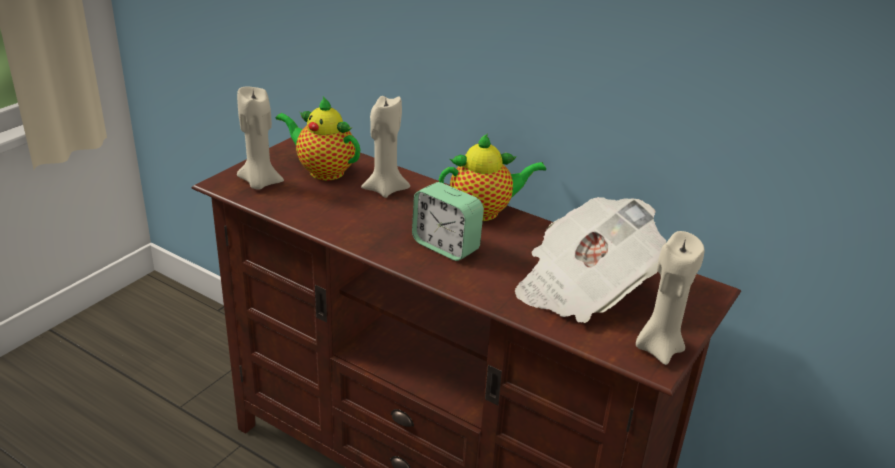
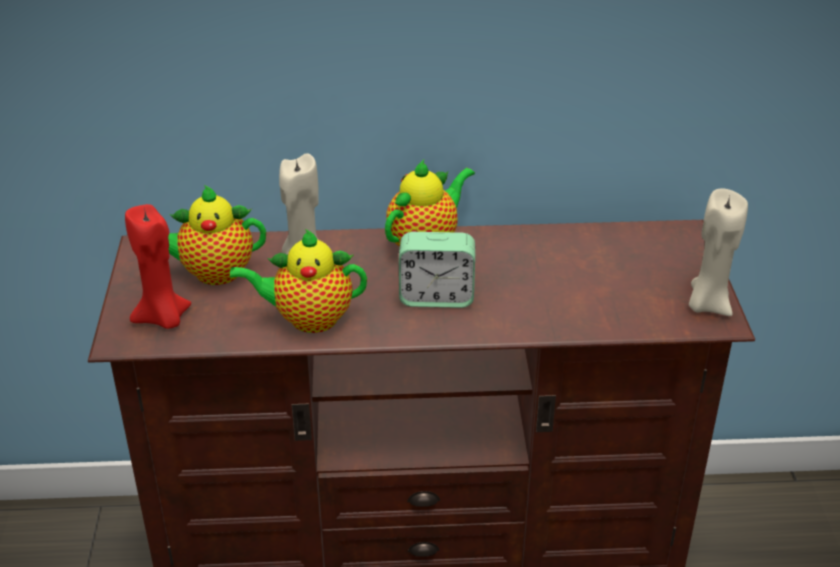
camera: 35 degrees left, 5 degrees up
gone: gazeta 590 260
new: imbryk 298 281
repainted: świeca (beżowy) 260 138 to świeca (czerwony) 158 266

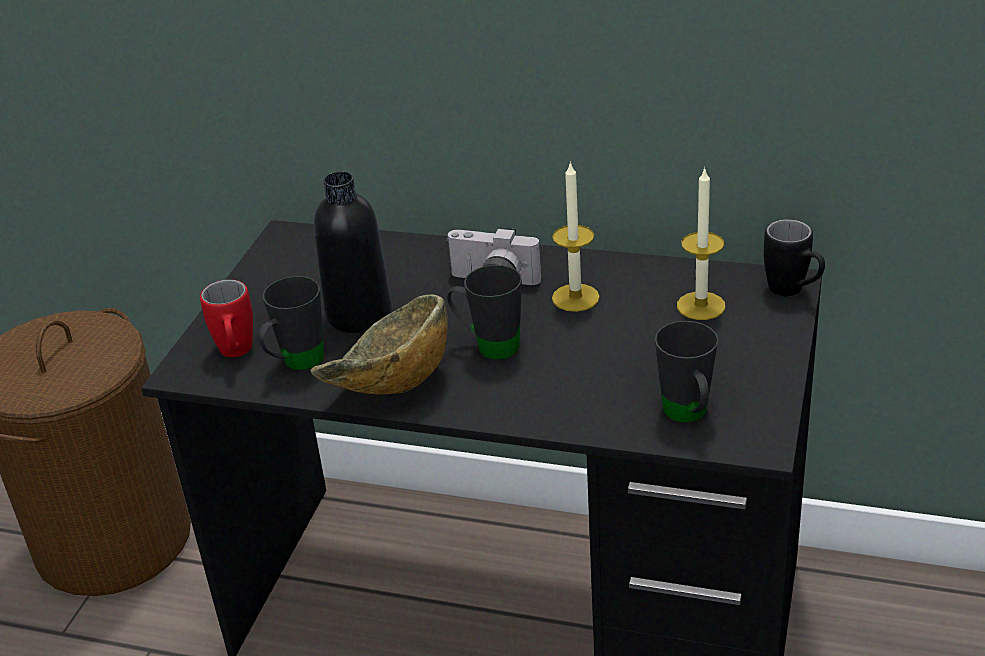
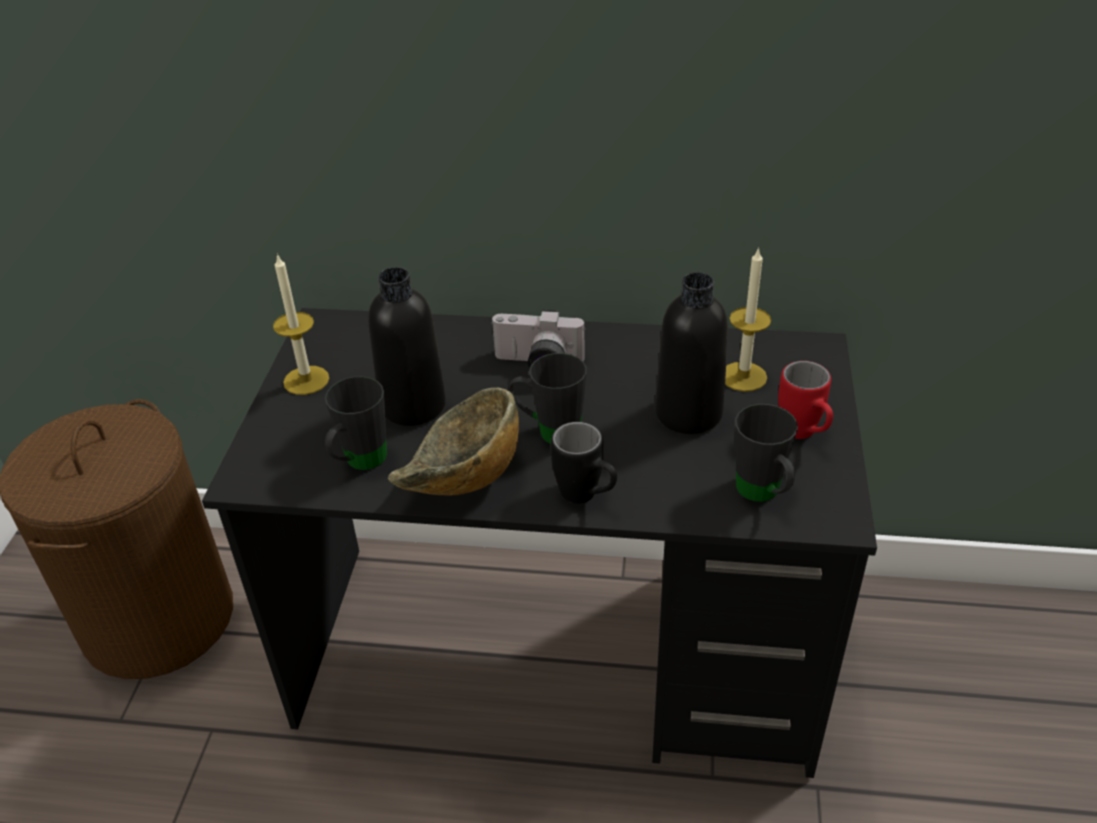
camera: 10 degrees left, 5 degrees up
new: butelka (czarny) 691 353
shifted: świeca 576 236 to 301 324; kubek (czarny) 794 257 to 584 463; kubek (czerwony) 226 318 to 805 400

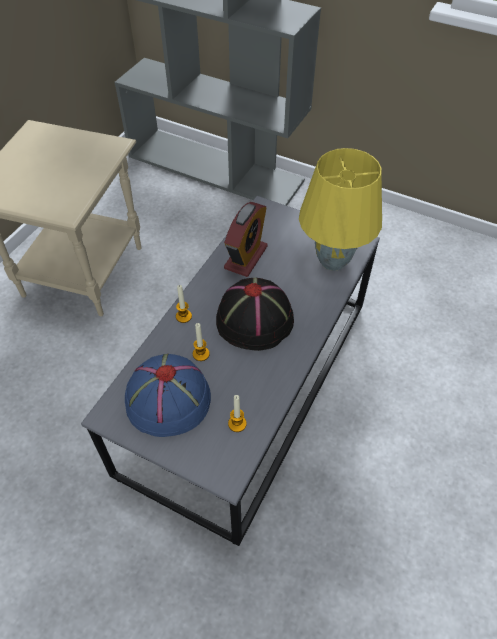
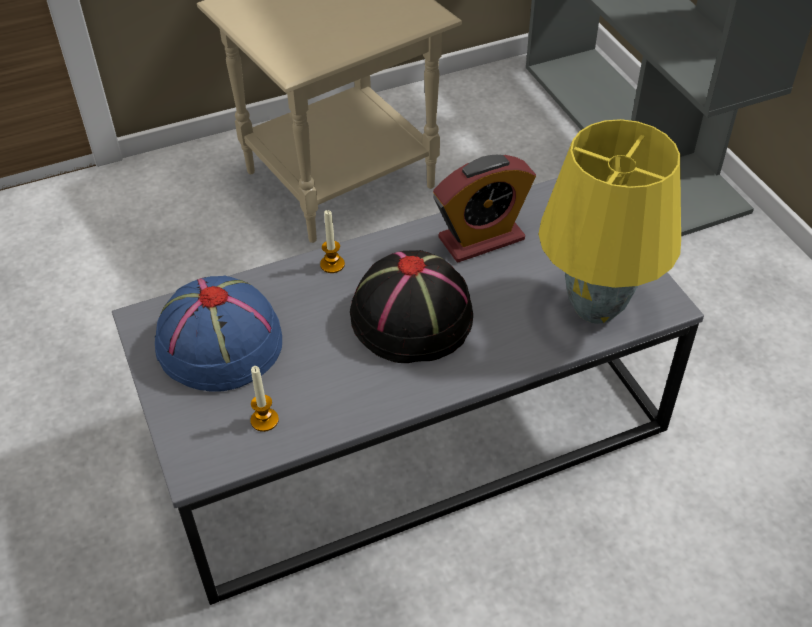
camera: 40 degrees right, 5 degrees down
gone: świeca 201 342

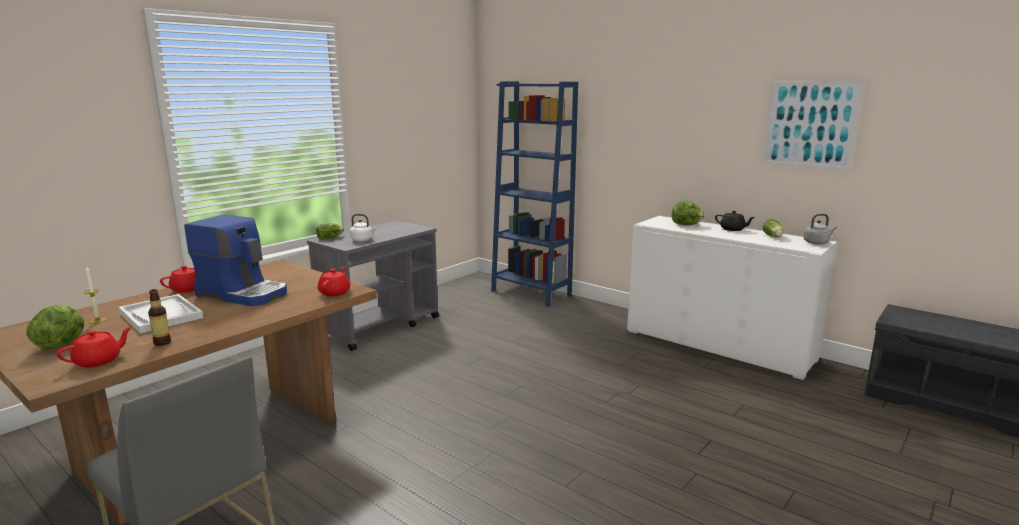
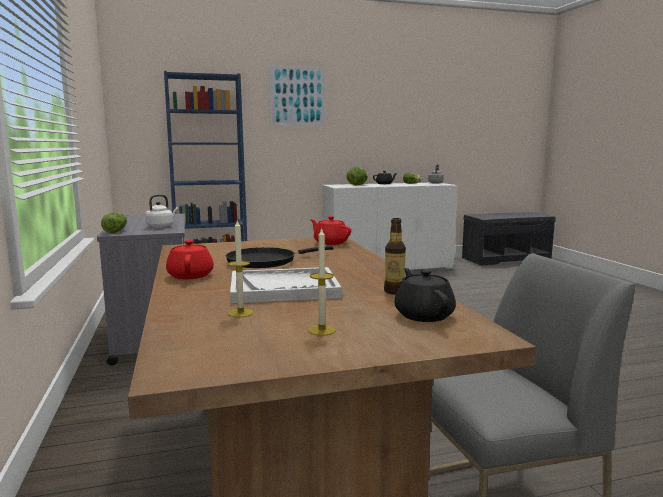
camera: 55 degrees left, 5 degrees down
shifted: obraz 813 125 to 297 95
swapped: ekspres do kawy 235 260 to patelnia (czarny) 280 257; sałata 55 327 to świeca 322 281
repainted: imbryk (czerwony) 94 347 to imbryk (czarny) 425 295

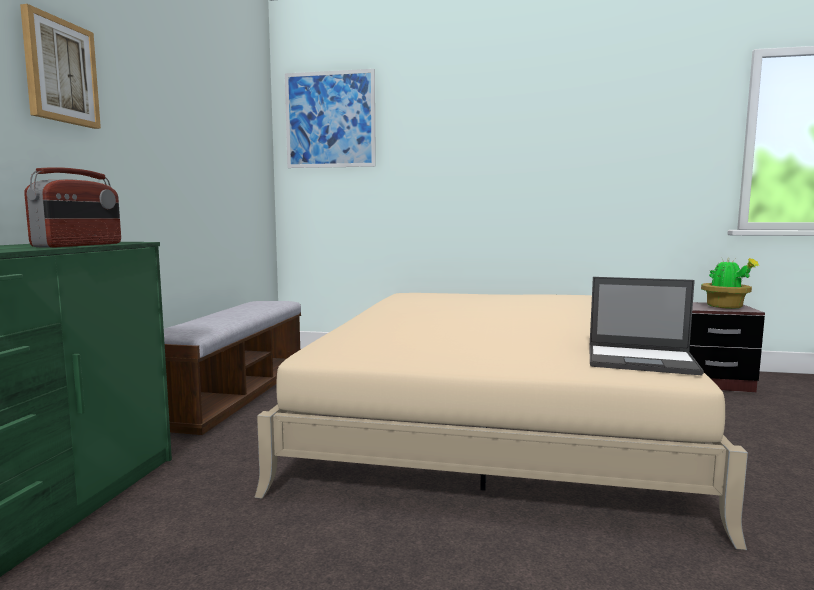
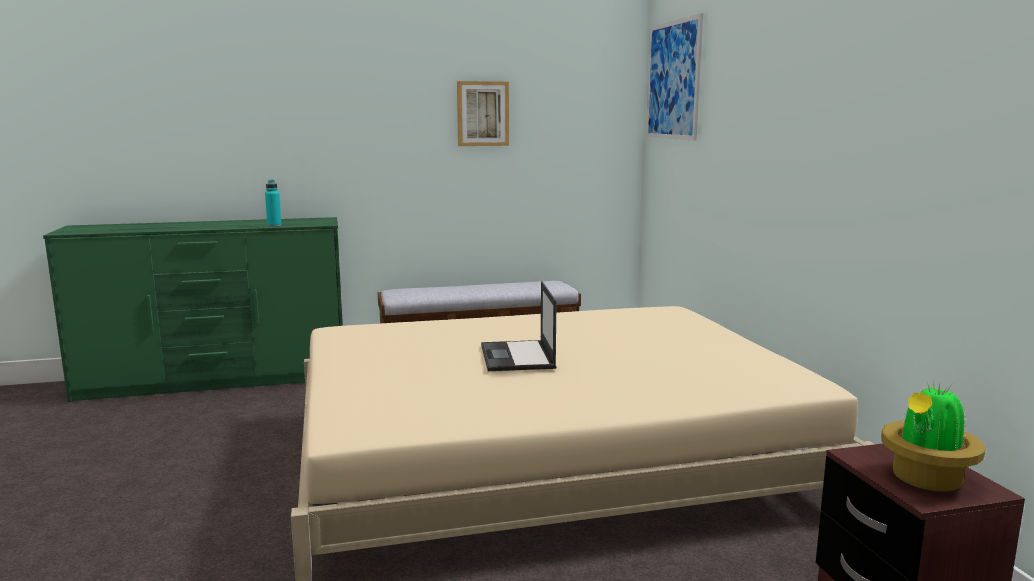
camera: 65 degrees right, 5 degrees up
shifted: obraz 60 66 to 483 113; laptop 646 326 to 519 326
swapped: radio 72 207 to butelka (turkusowy) 273 203

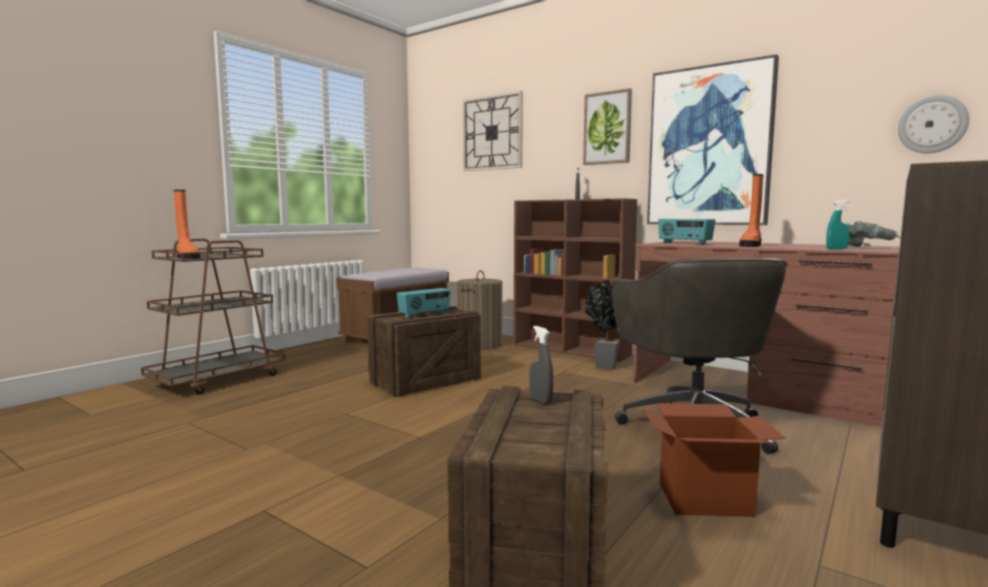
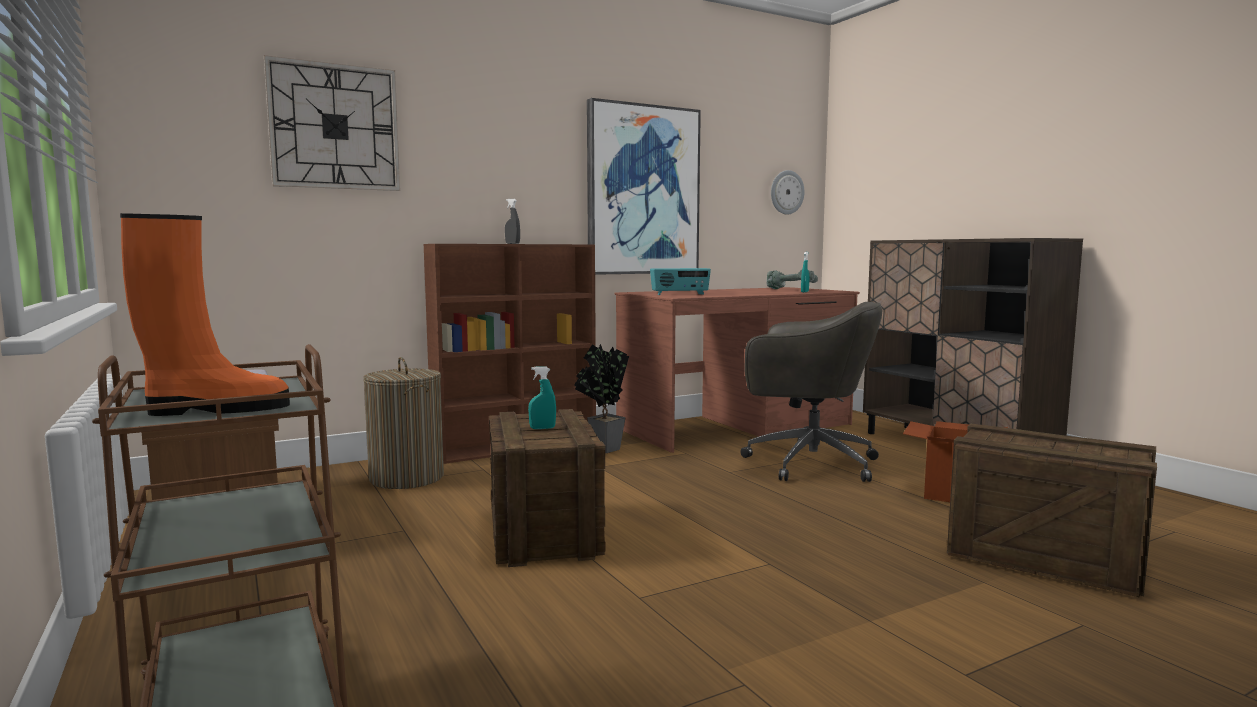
camera: 65 degrees left, 0 degrees up
gone: obraz 607 126; but z cholewką (pomarańczowy) 751 210; spryskiwacz (szary) 541 365
swapped: radio 424 303 to spryskiwacz (turkusowy) 542 397

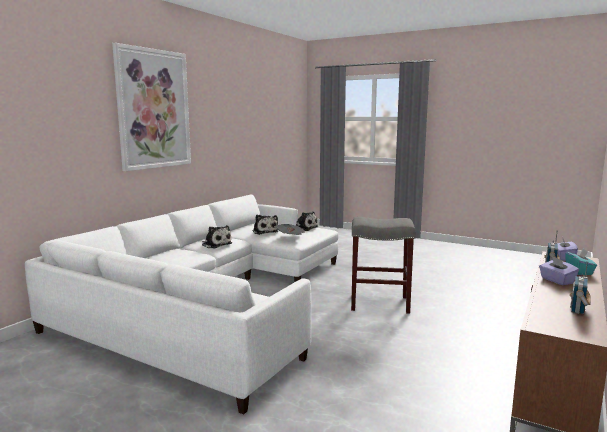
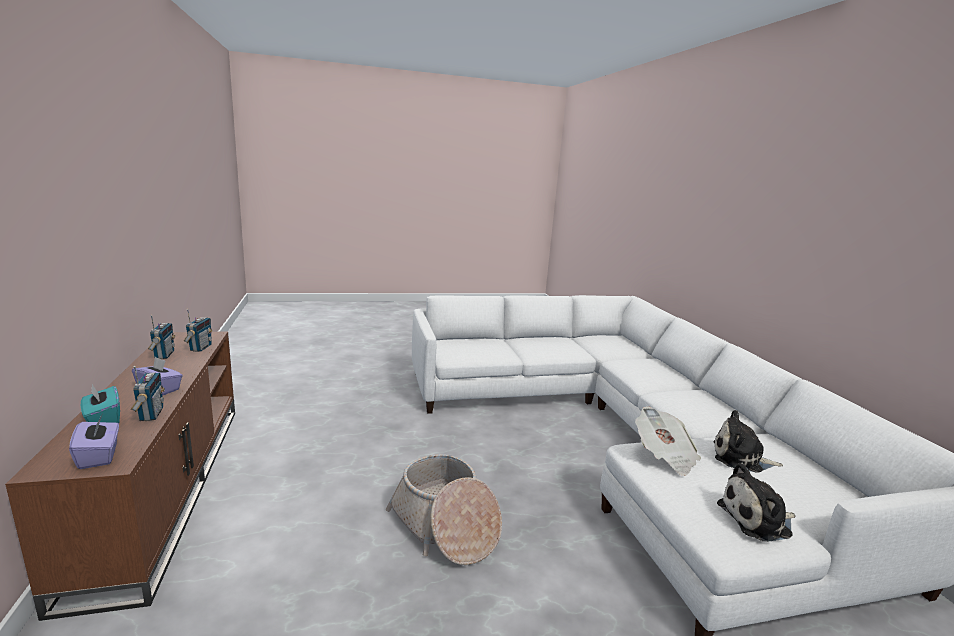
camera: 135 degrees right, 5 degrees up
gone: obraz 151 107; pluszak 217 236
new: radio 198 330
swapped: stołek (szary) 383 265 to koszyk 443 509

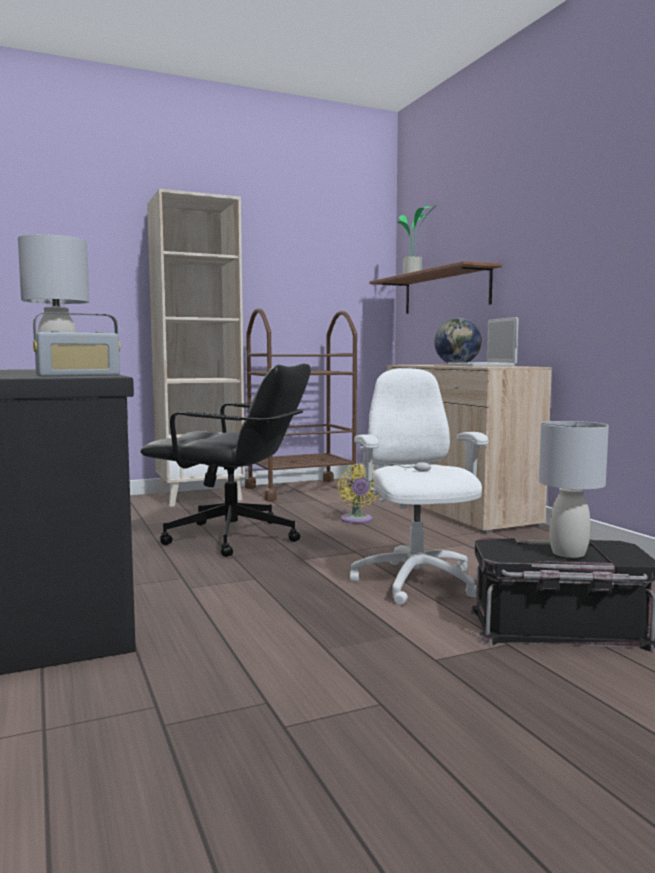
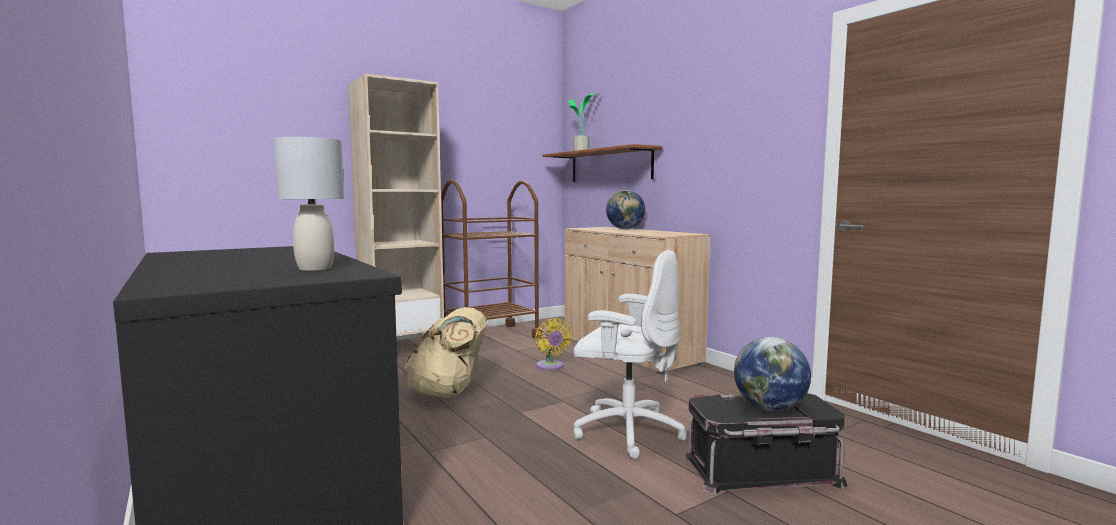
camera: 10 degrees left, 0 degrees up
gone: radio 76 344; laptop 483 342
swapped: krzesło biurowe (czarny) 225 460 to plecak (beżowy) 446 352; lampa stołowa (szary) 574 489 to globus 772 374
rotated: krzesło biurowe (biały) 419 486 = 630 354 135 degrees clockwise

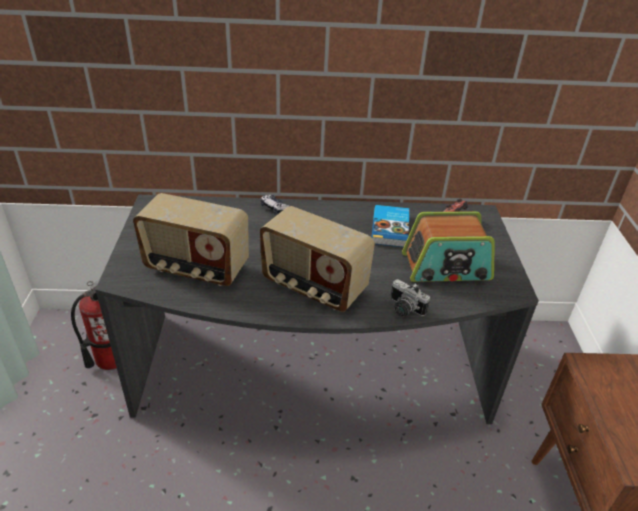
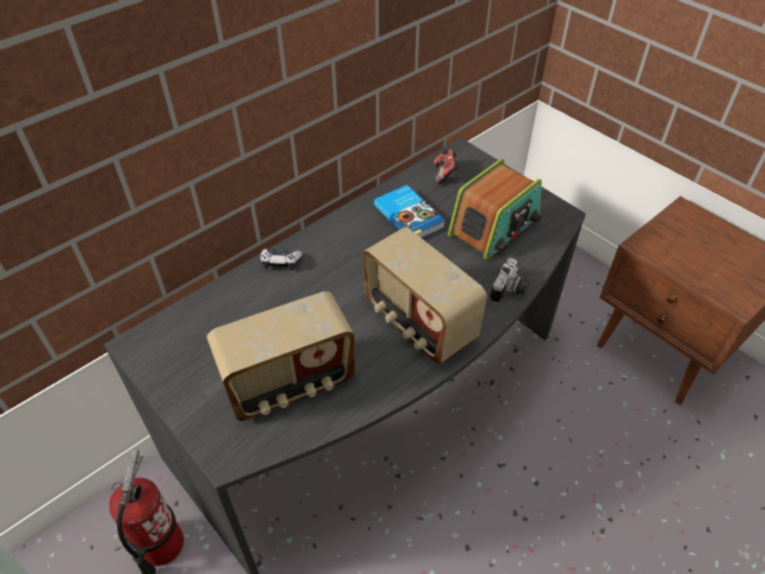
camera: 40 degrees left, 10 degrees up
rotated: radio 317 259 = 425 295 60 degrees clockwise; aparat fotograficzny 410 298 = 510 280 60 degrees counterclockwise

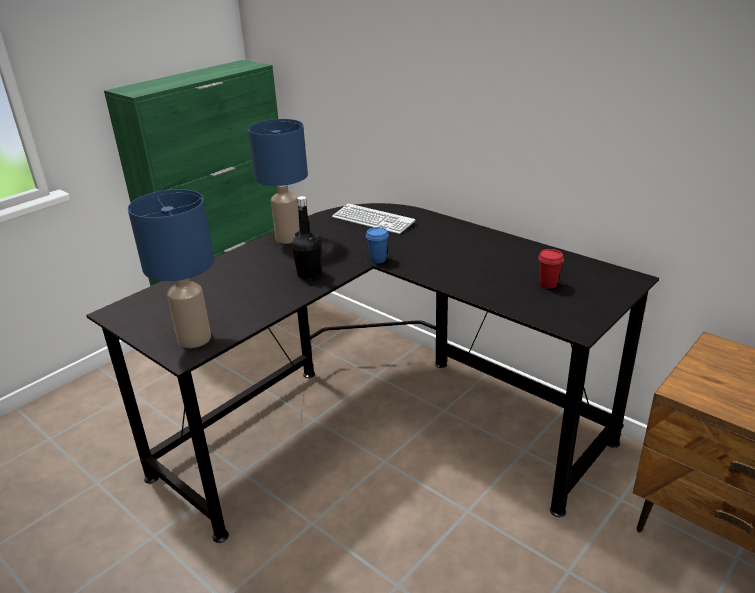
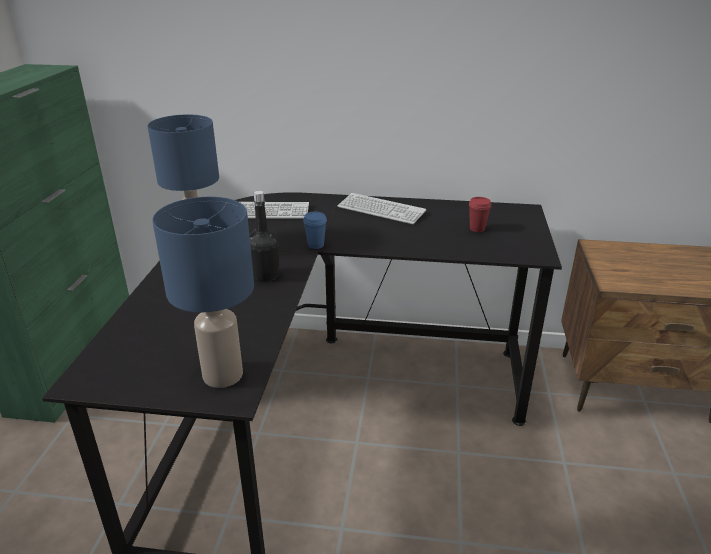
camera: 35 degrees left, 0 degrees up
new: klawiatura 382 208

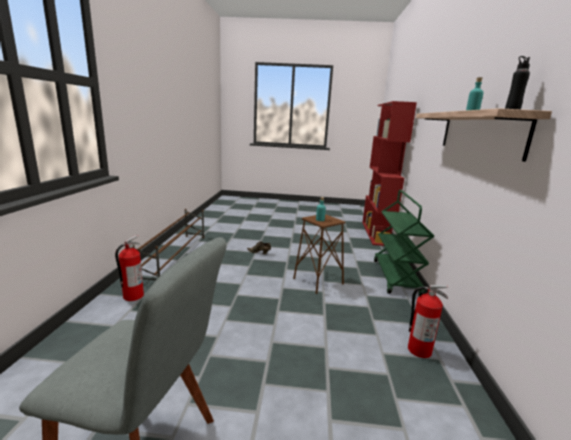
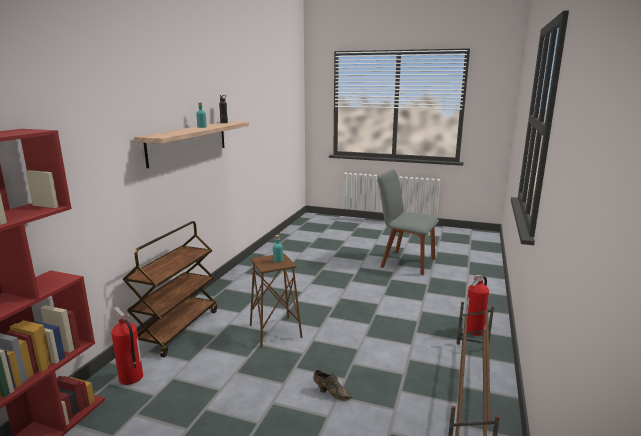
camera: 165 degrees left, 0 degrees up
shifted: gaśnica 428 321 to 127 346
repainted: wózek (zielony) 404 243 to wózek (brązowy) 170 289

